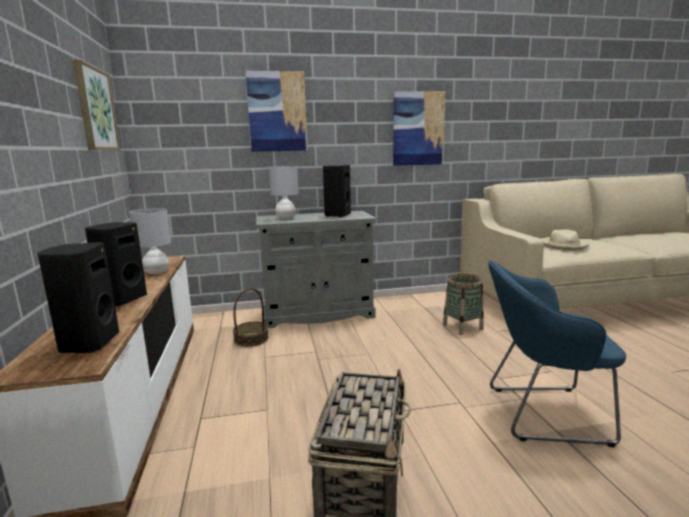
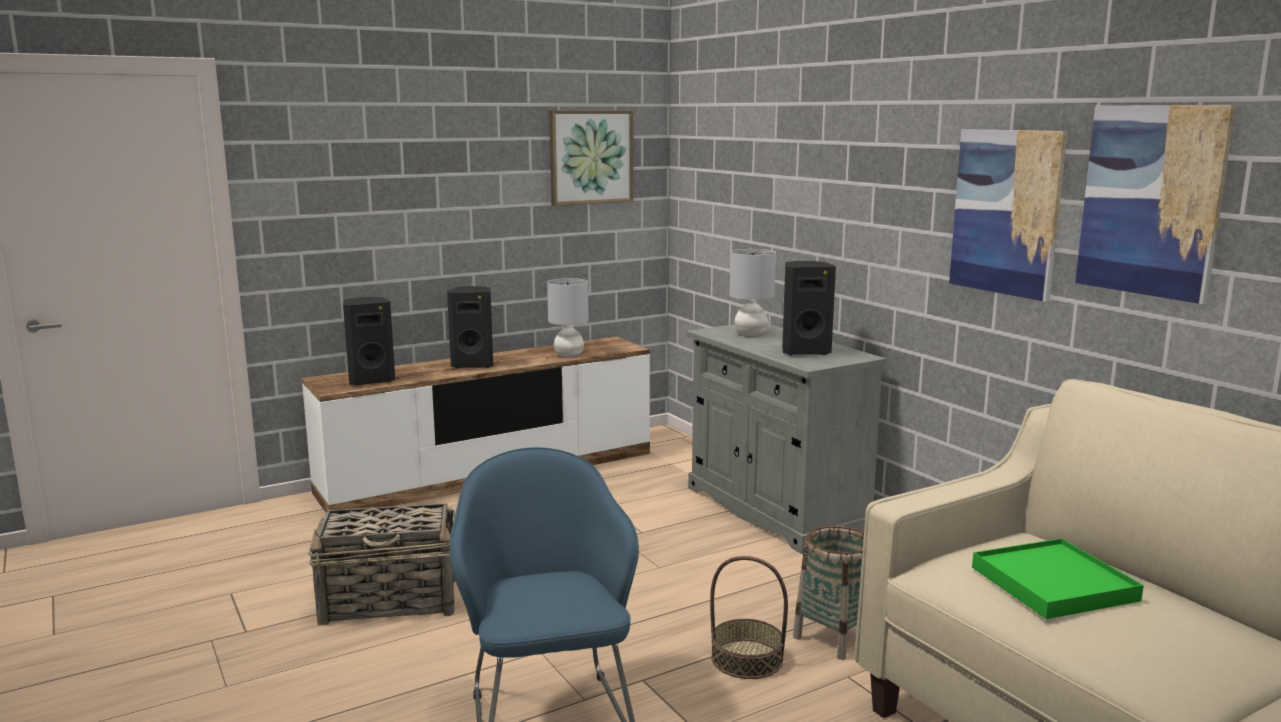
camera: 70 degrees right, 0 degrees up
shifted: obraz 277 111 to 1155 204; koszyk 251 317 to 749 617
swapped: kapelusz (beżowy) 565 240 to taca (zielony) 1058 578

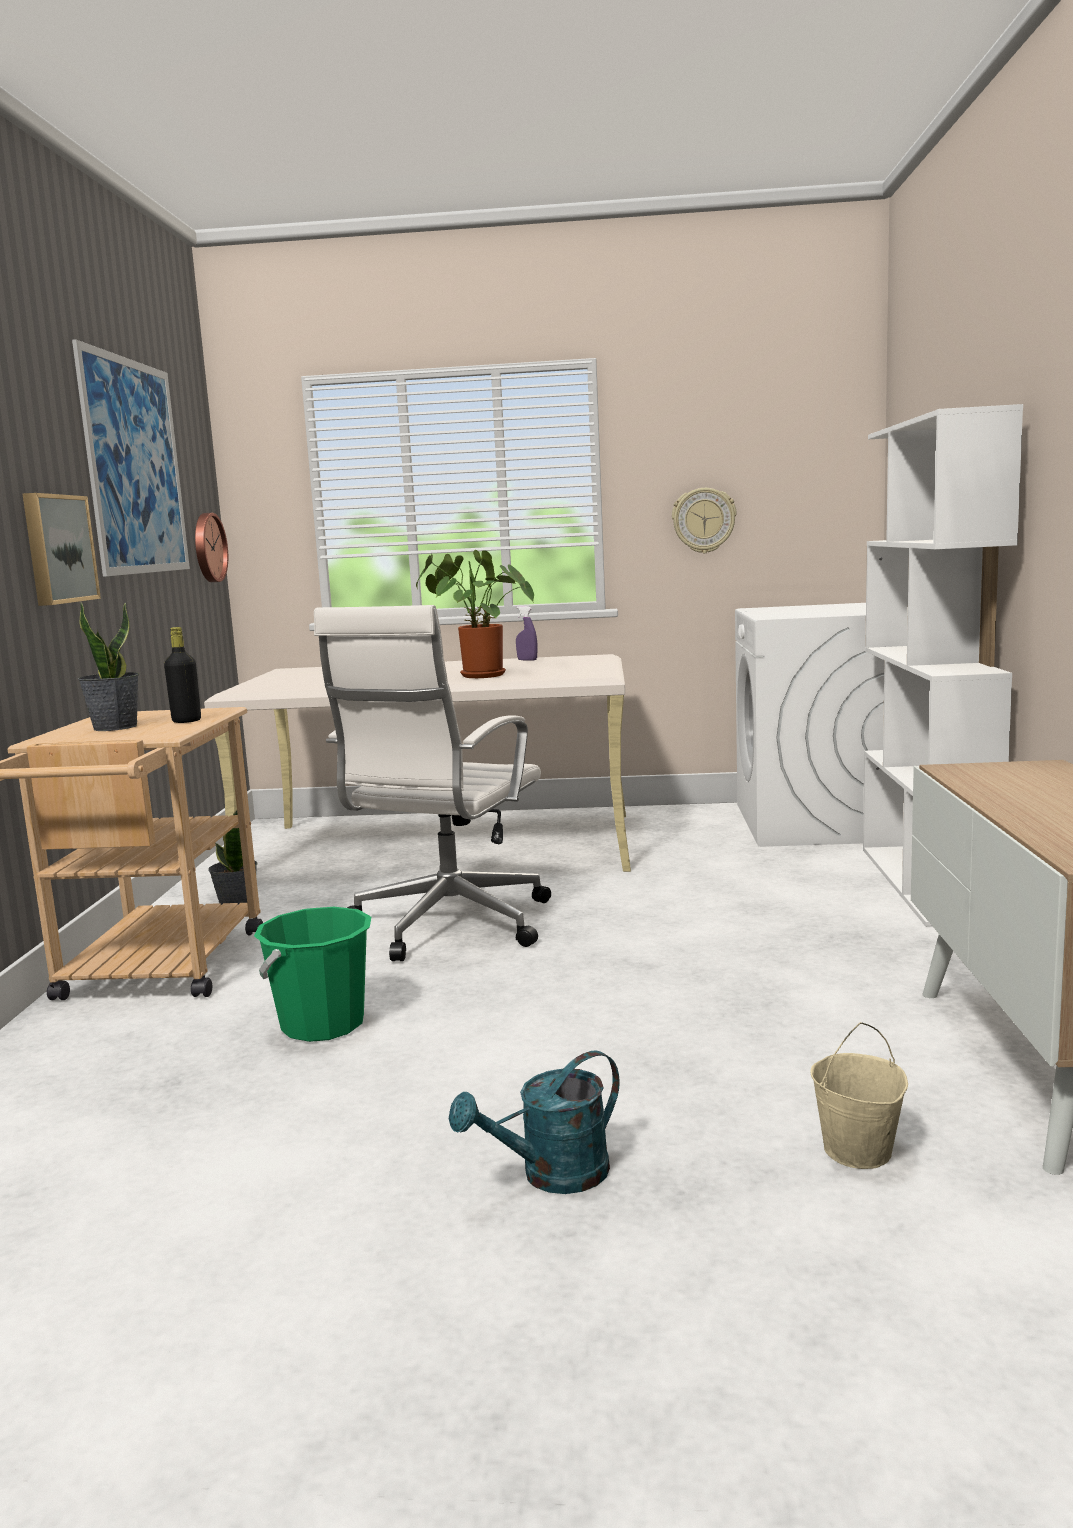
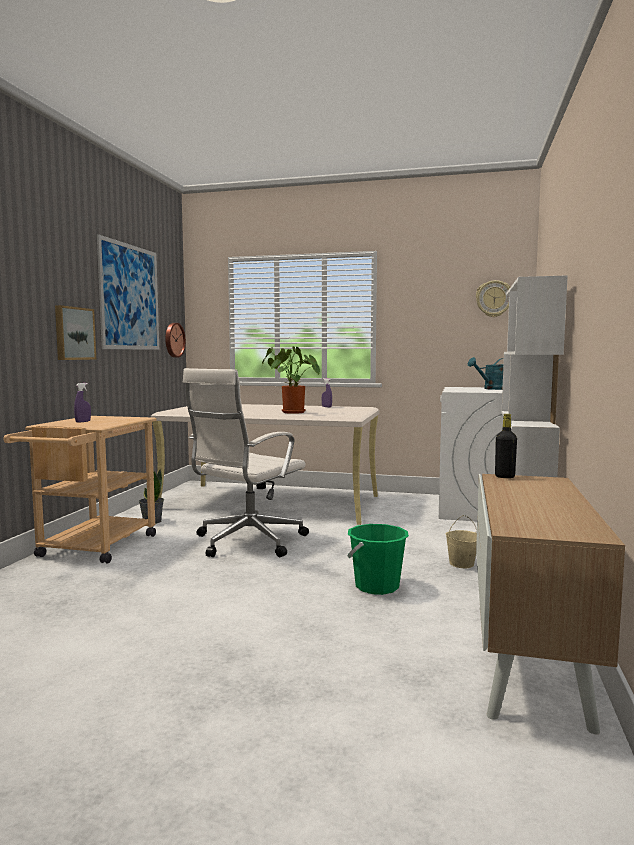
camera: 10 degrees right, 5 degrees down
shifted: zegar ścienny 704 520 to 493 298; butelka (czarny) 182 675 to 506 446; wiadro (zielony) 312 974 to 378 559; wiadro (beżowy) 859 1095 to 461 542; konewka (turkusowy) 534 1122 to 485 373
swapped: roślina doniczkowa 108 666 to spryskiwacz (fioletowy) 82 403

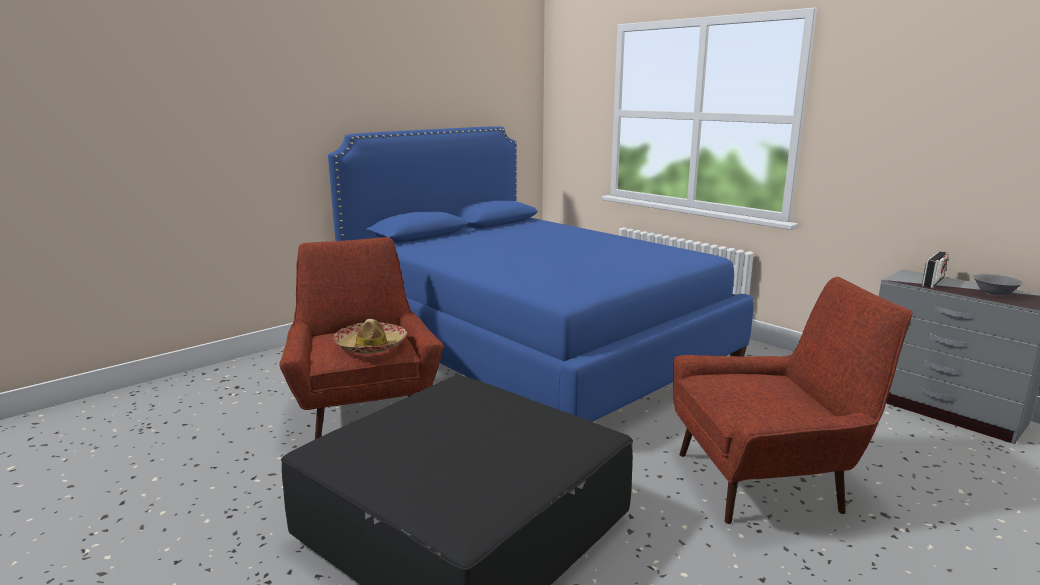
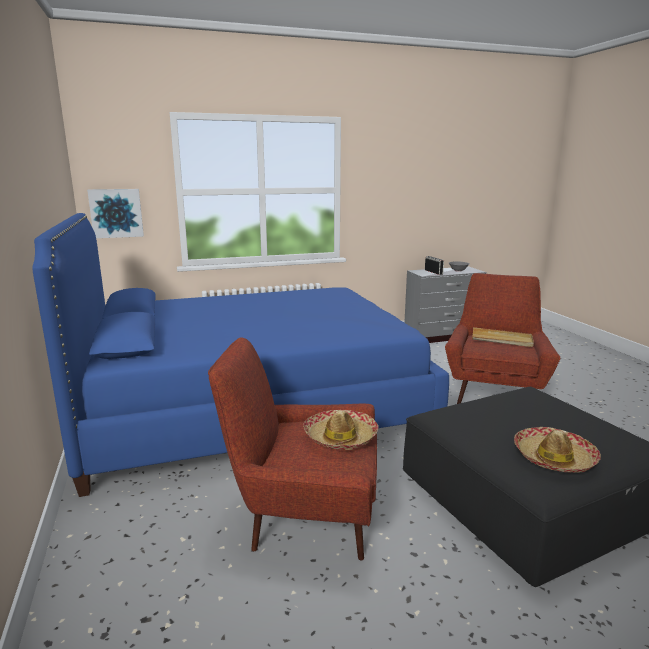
camera: 65 degrees left, 0 degrees up
new: obraz 115 213; taca (beżowy) 503 337; kapelusz 557 450

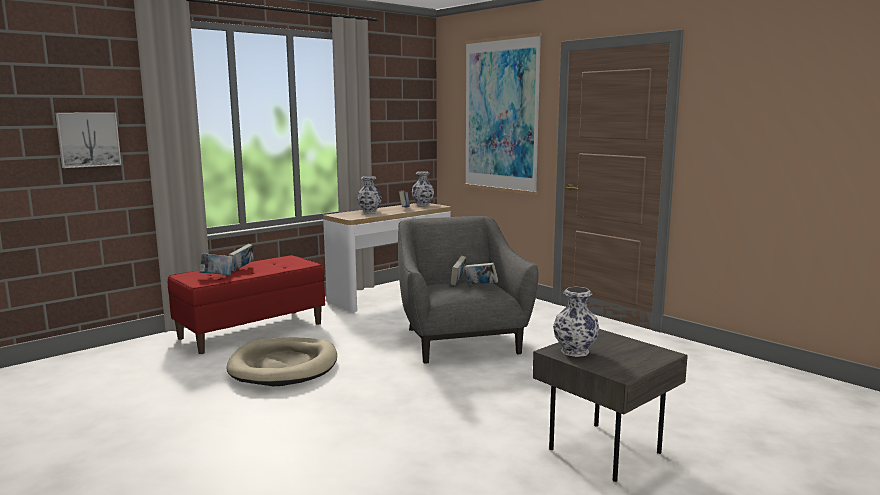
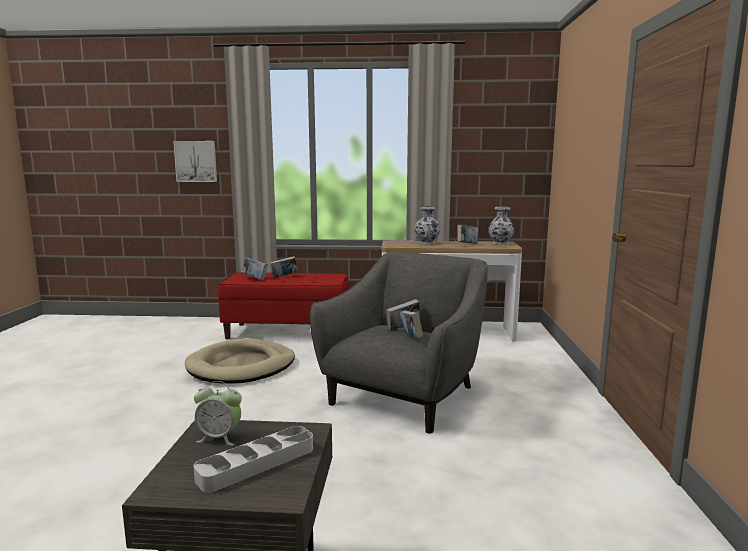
camera: 45 degrees right, 0 degrees up
gone: obraz 503 114
new: taca (szary) 253 459
swapped: wazon 576 322 to budzik 218 413

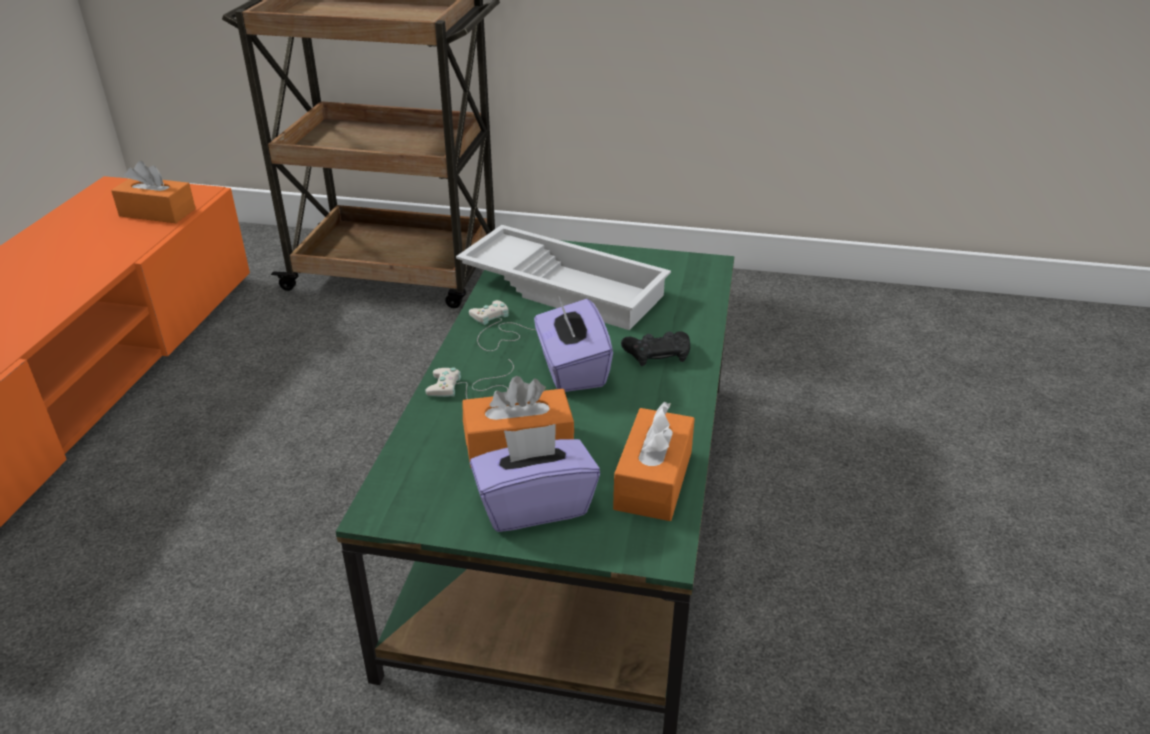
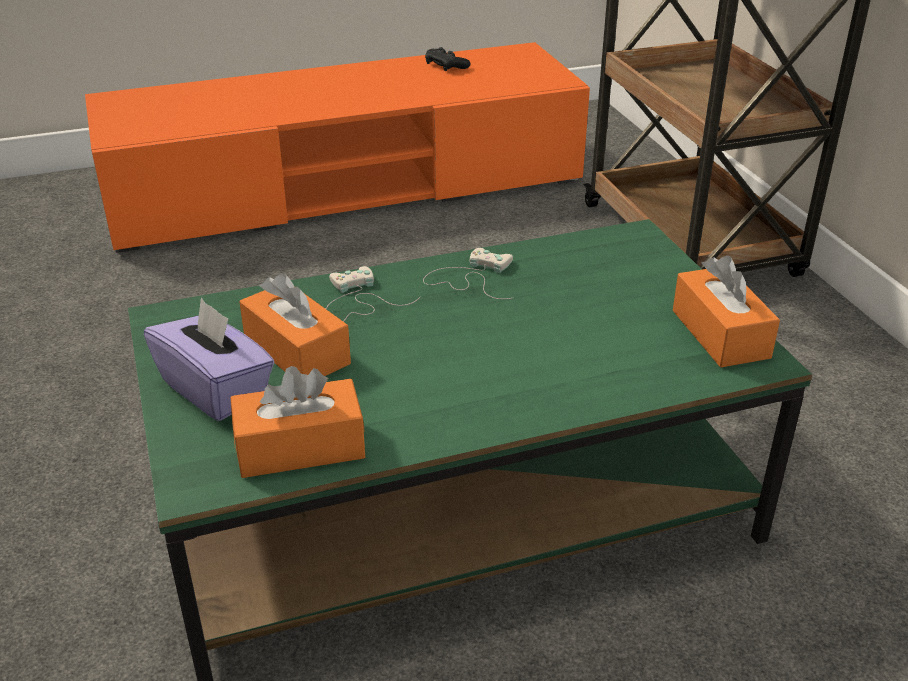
camera: 60 degrees right, 0 degrees up
gone: taca (biały) 563 277; pudełko chusteczek (fioletowy) 573 344
shifted: pudełko chusteczek (pomarańczowy) 153 192 to 726 311; pad do gier (czarny) 655 348 to 448 59

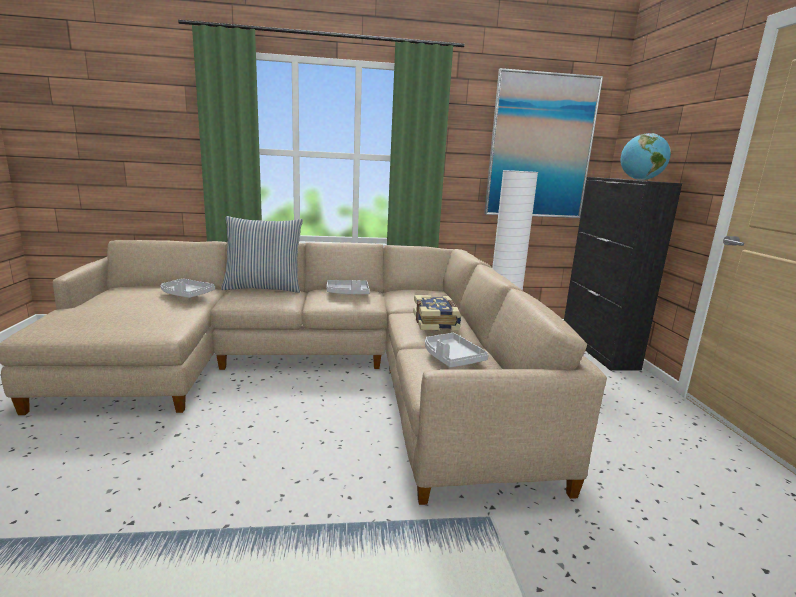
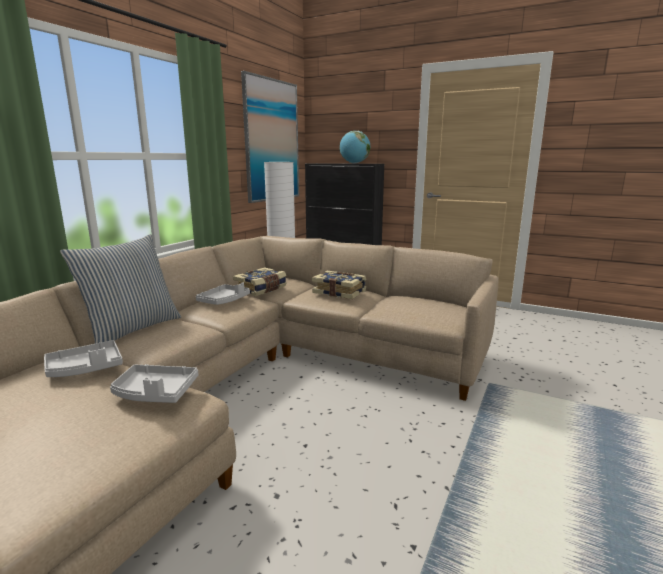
camera: 55 degrees left, 0 degrees up
new: książka 259 281
shifted: taca (szary) 456 350 to 154 383

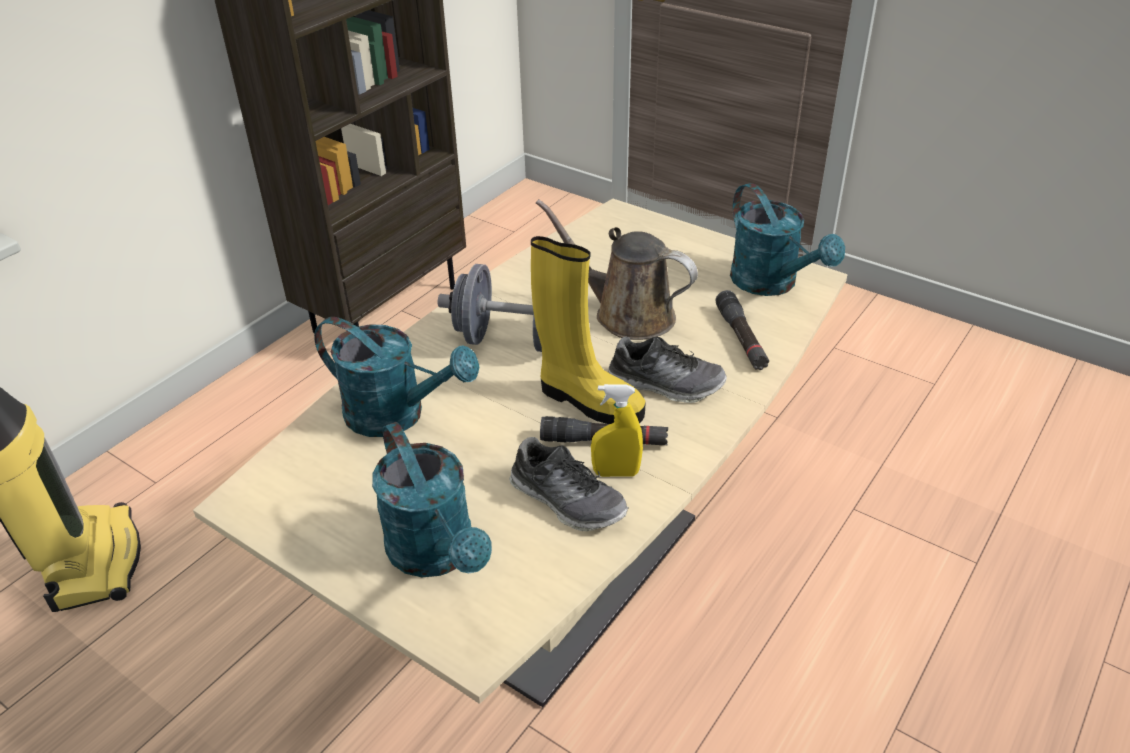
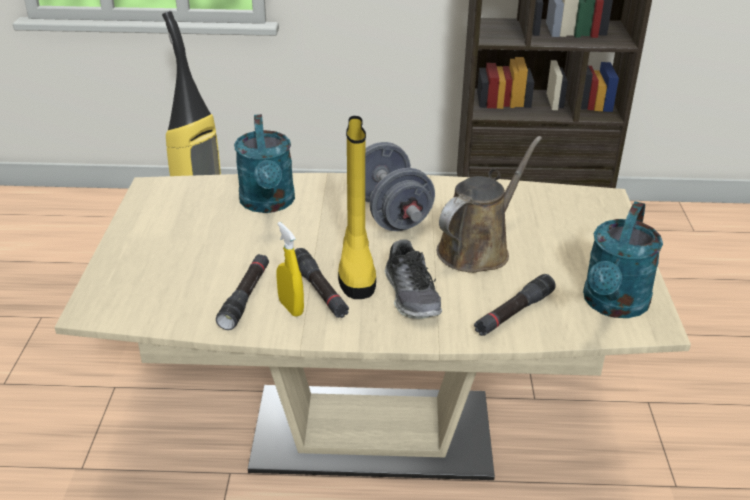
camera: 55 degrees right, 5 degrees down
gone: konewka (turkusowy) 432 499
swapped: but 569 484 to latarka (czarny) 242 292
rotated: konewka (brązowy) 617 269 = 489 204 45 degrees clockwise

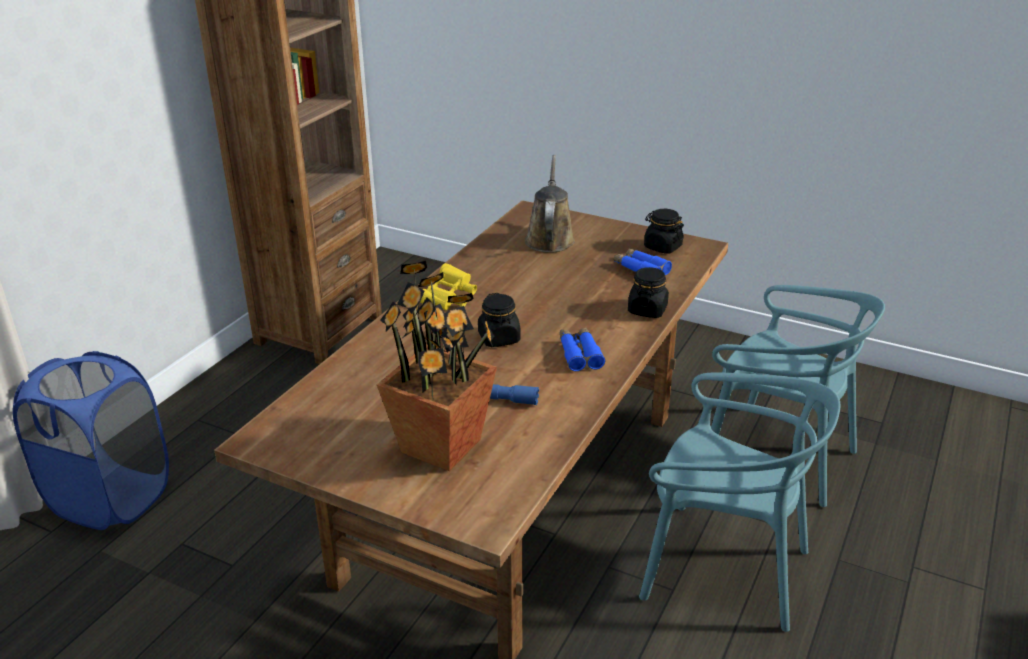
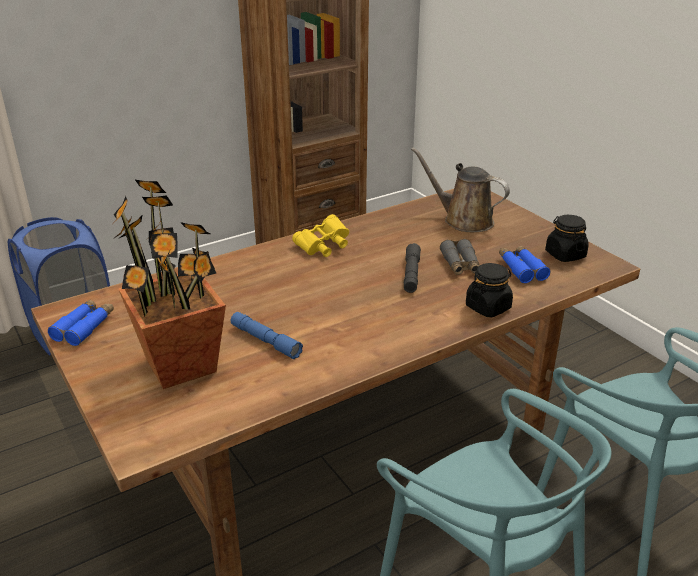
camera: 30 degrees right, 0 degrees up
gone: słoik (czarny) 499 320
new: lornetka (szary) 460 257; latarka (szary) 412 268
shifted: lornetka (niebieski) 582 349 to 81 323
rotated: konewka (brązowy) 550 204 = 460 190 90 degrees counterclockwise

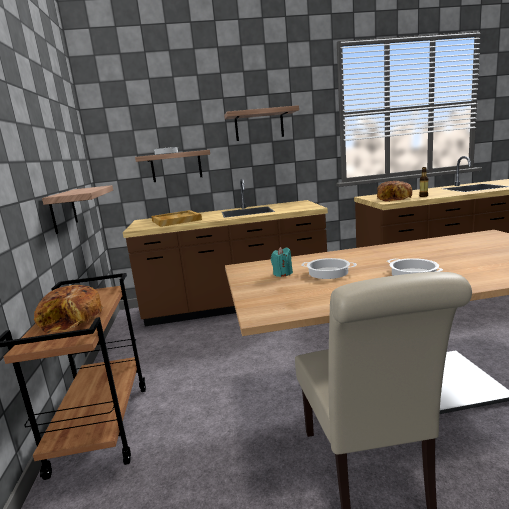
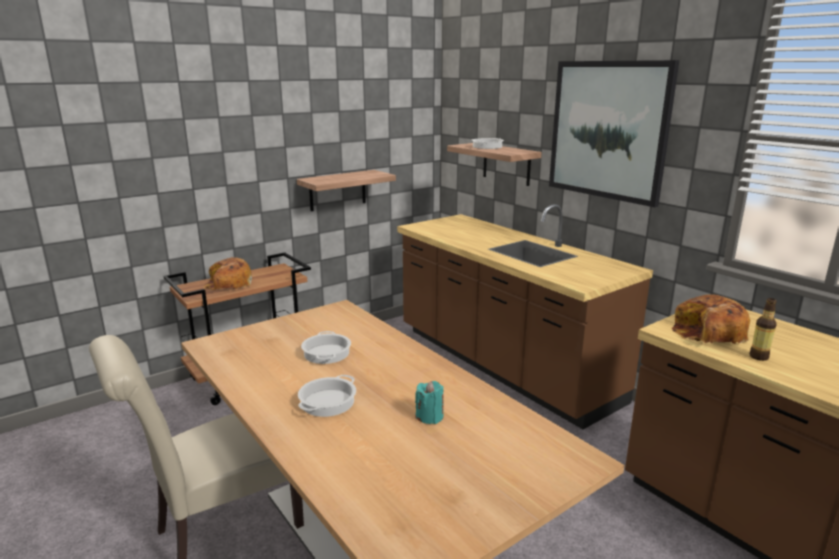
camera: 60 degrees right, 5 degrees up
gone: taca (beżowy) 176 218
shifted: świeca (turkusowy) 282 262 to 429 402
swapped: półka 261 123 to obraz 614 133

